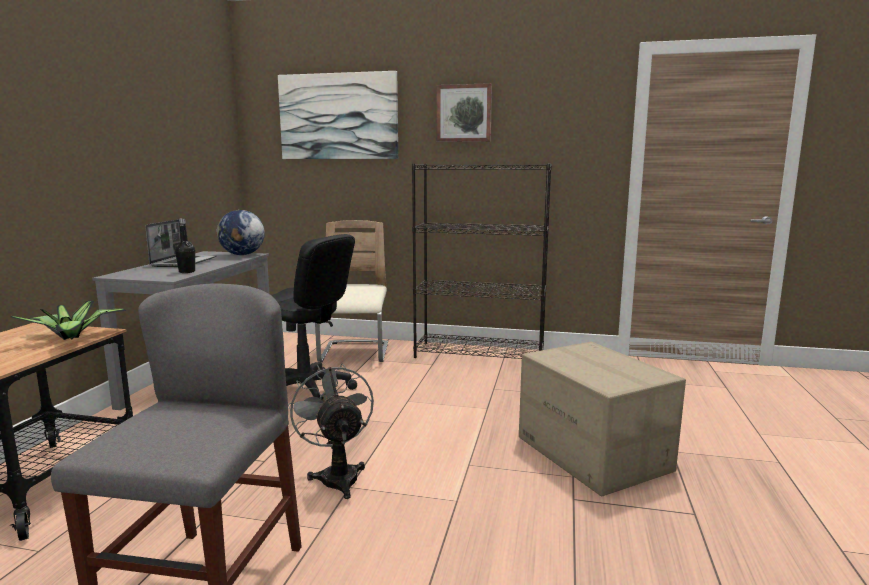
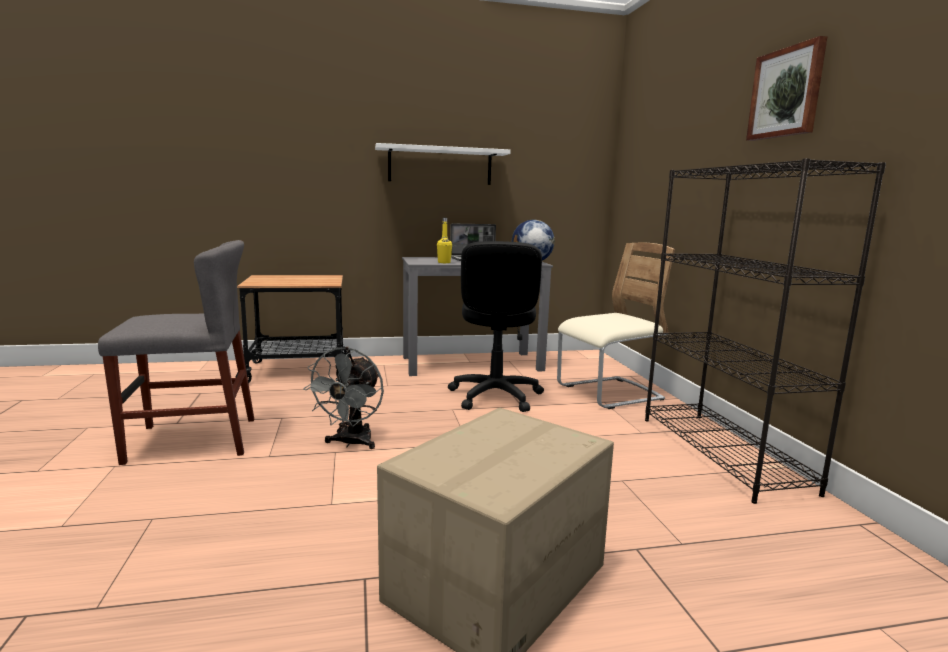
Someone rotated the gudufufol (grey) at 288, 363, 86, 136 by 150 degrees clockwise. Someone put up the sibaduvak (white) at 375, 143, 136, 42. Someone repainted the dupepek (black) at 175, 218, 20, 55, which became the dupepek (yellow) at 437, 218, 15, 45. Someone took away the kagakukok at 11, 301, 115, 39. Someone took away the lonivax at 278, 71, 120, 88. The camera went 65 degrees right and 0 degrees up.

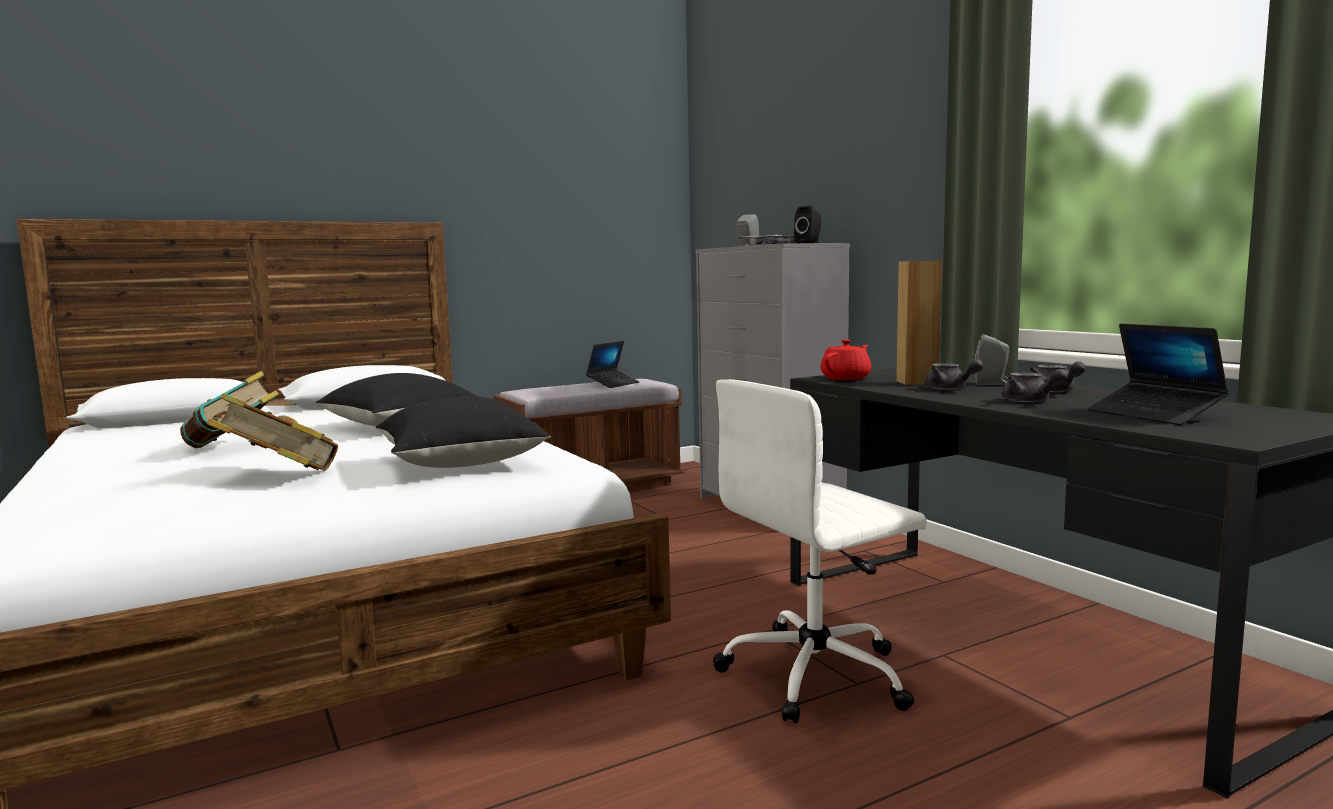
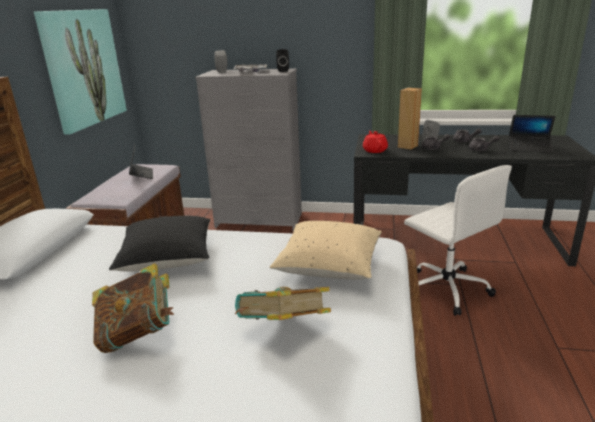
Someone put up the lonivax at 34, 9, 93, 126. Someone repainted the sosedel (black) at 376, 396, 175, 72, which became the sosedel (beige) at 270, 221, 112, 59. Someone rotated the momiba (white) at 713, 379, 214, 345 by 45 degrees counterclockwise. The camera went 50 degrees left and 15 degrees up.

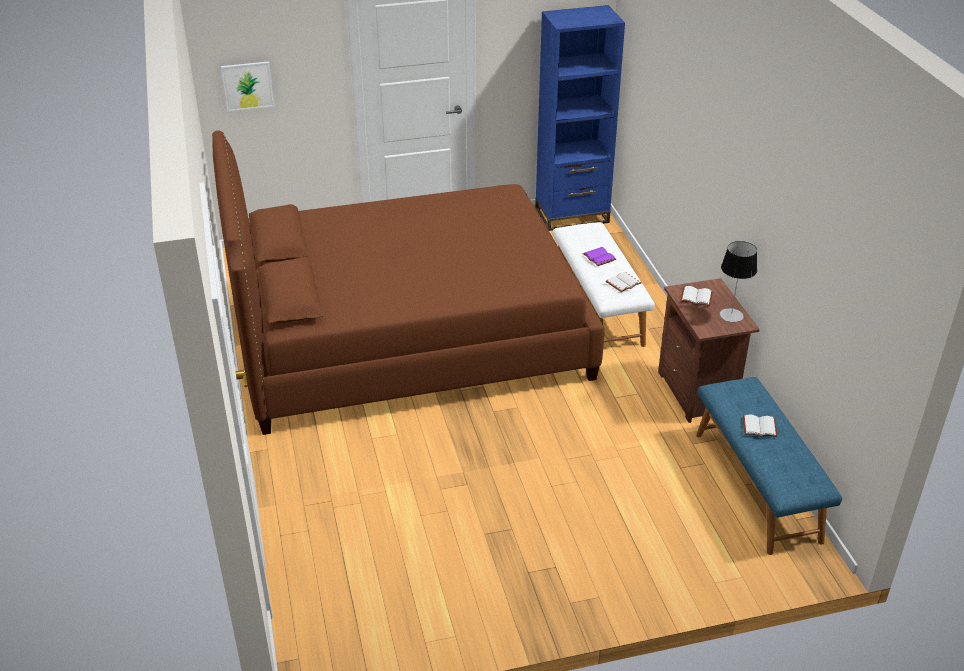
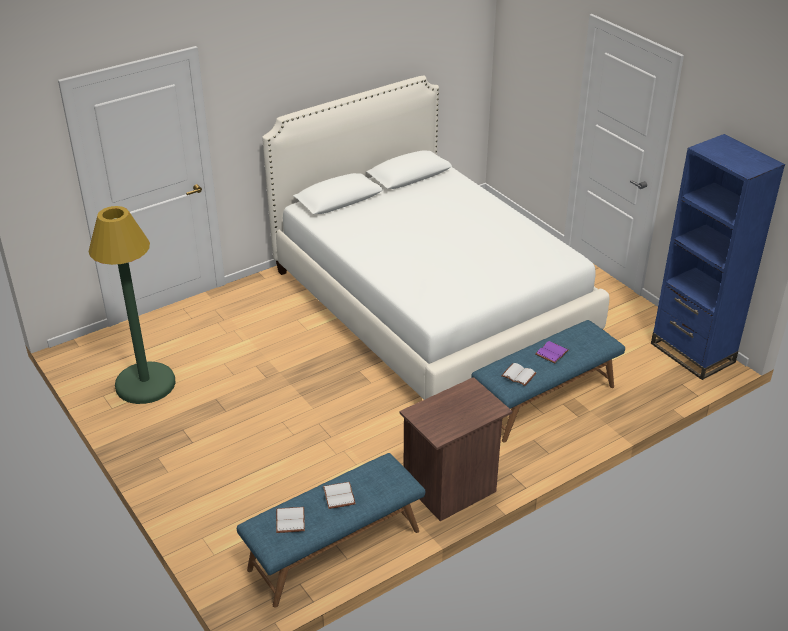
Someone put down the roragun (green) at 89, 206, 87, 198. Someone repainted the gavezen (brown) at 212, 130, 392, 305, which became the gavezen (white) at 262, 76, 347, 324. Someone carried the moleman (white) from 681, 286, 32, 20 to 276, 507, 29, 26. Someone repainted the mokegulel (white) at 552, 222, 103, 125, which became the mokegulel (blue) at 471, 320, 154, 123. Someone took away the lonivax at 221, 61, 53, 51. Someone took away the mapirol at 720, 241, 37, 81. The camera went 70 degrees right and 0 degrees up.

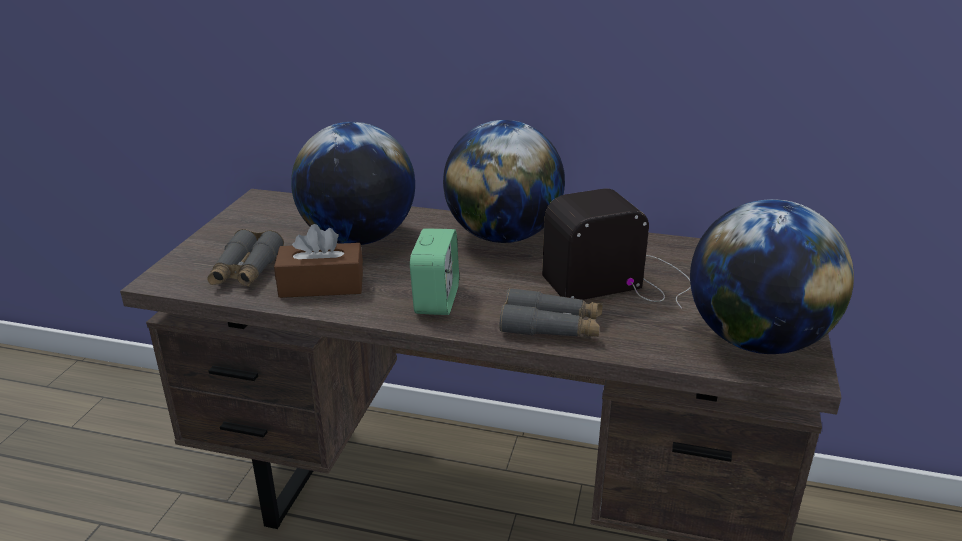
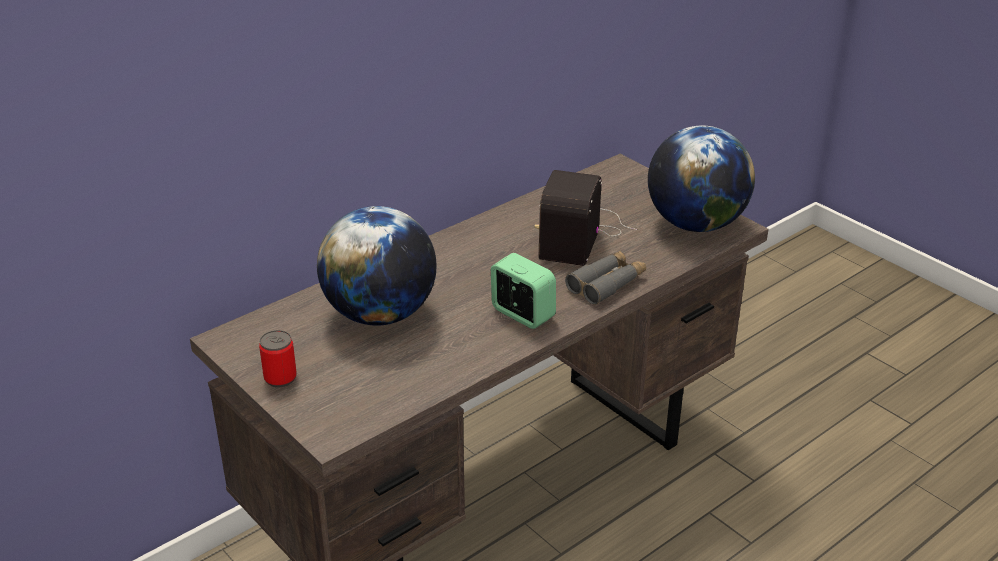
Someone put down the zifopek at 259, 330, 38, 57. Someone took away the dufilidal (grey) at 207, 229, 77, 58. Someone took away the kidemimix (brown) at 274, 224, 89, 74. Someone took away the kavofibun at 443, 120, 122, 123. The camera went 55 degrees left and 5 degrees up.

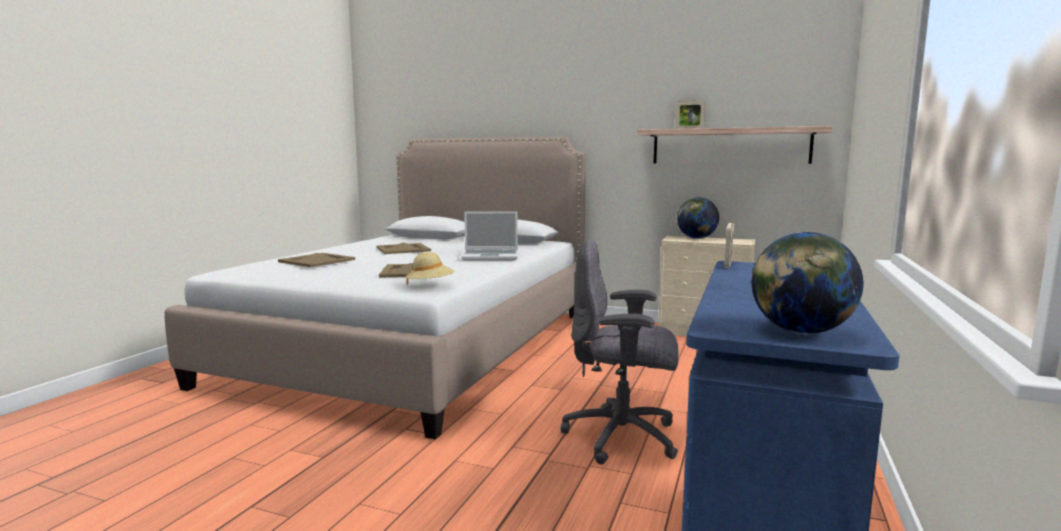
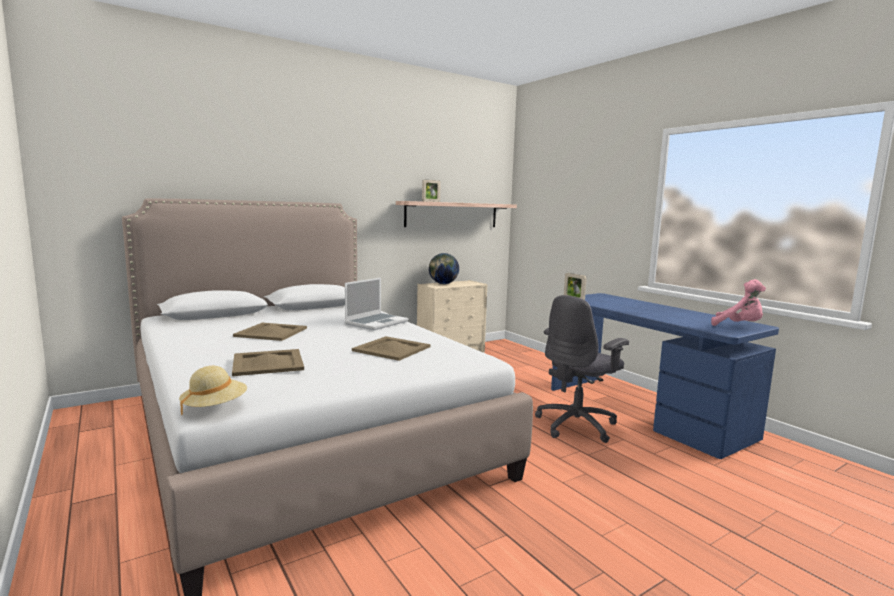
Someone carried the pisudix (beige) from 406, 252, 48, 33 to 179, 366, 68, 49. Someone swapped the kavofibun at 752, 232, 111, 103 for the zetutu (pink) at 711, 279, 55, 47. The camera went 55 degrees left and 0 degrees up.

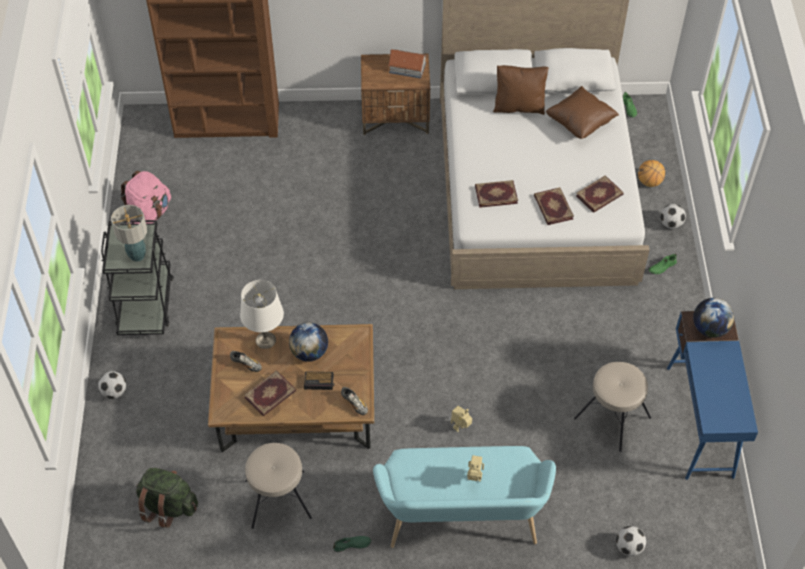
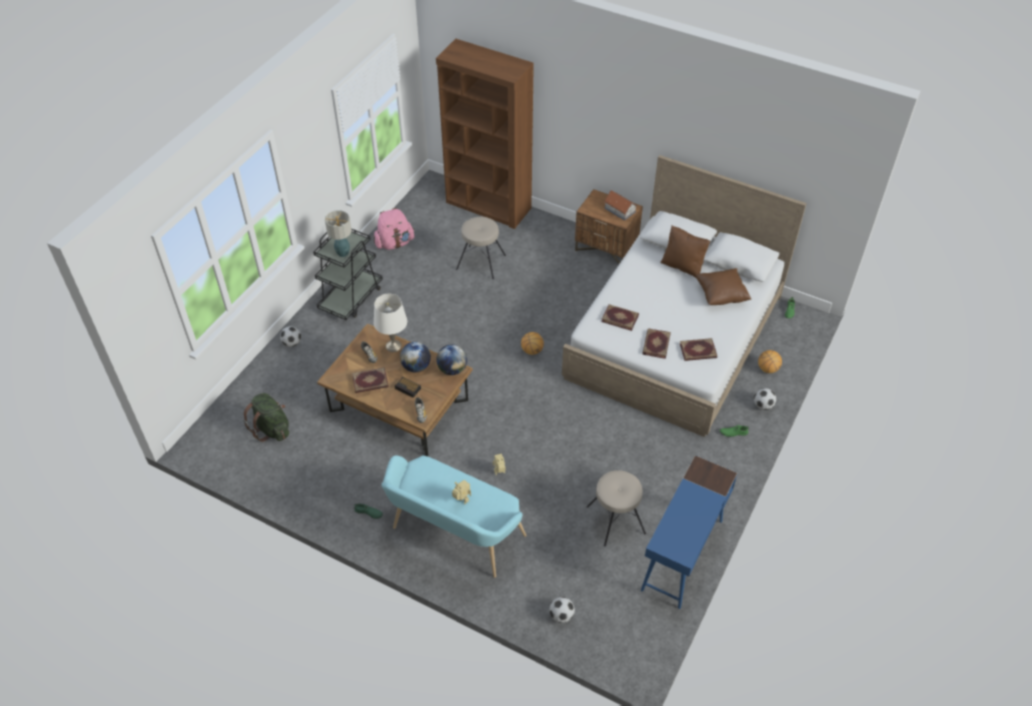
Someone carried the kavofibun from 693, 298, 41, 40 to 436, 344, 31, 31. Someone carried the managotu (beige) from 245, 443, 67, 86 to 456, 217, 50, 62. Someone put down the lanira at 521, 332, 23, 23. The camera went 30 degrees right and 5 degrees down.

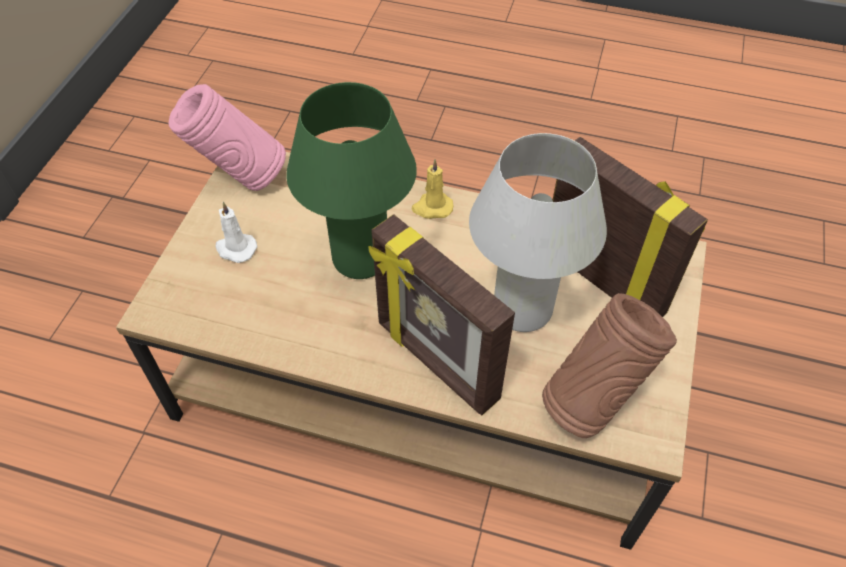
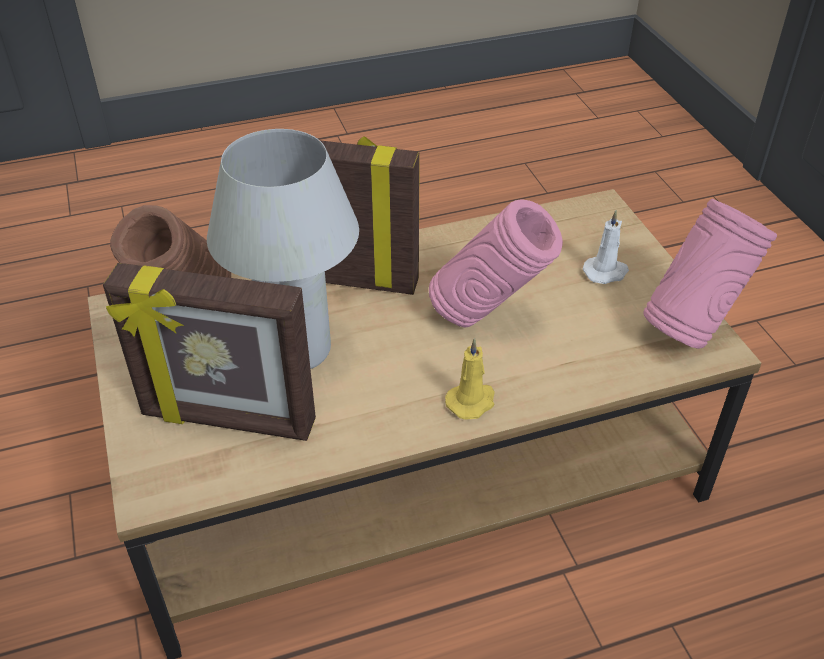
Someone swapped the mapirol (green) at 286, 82, 131, 197 for the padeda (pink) at 429, 199, 134, 128. The camera went 145 degrees right and 10 degrees down.

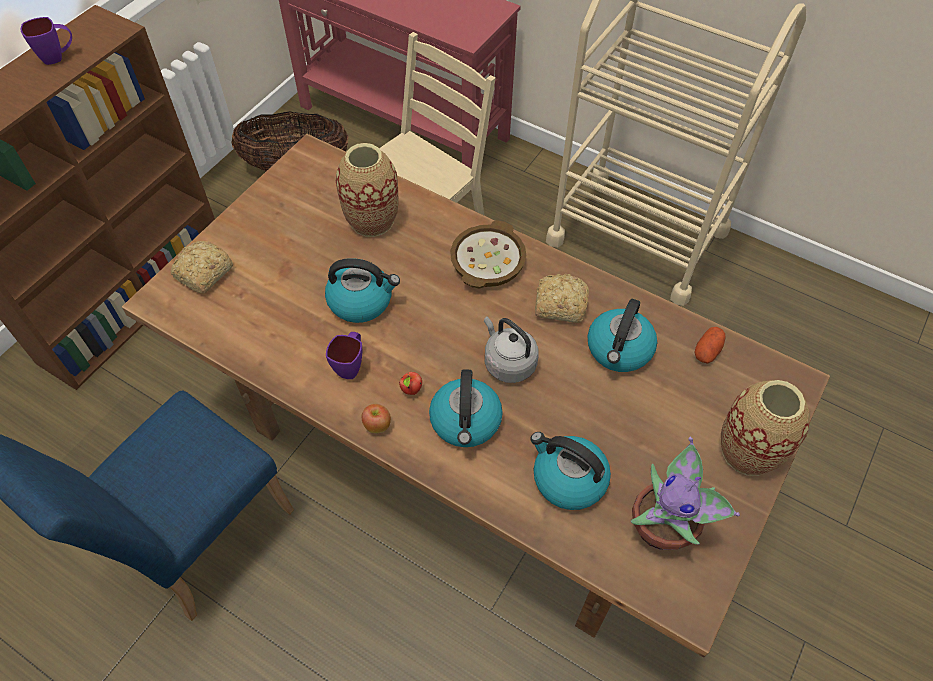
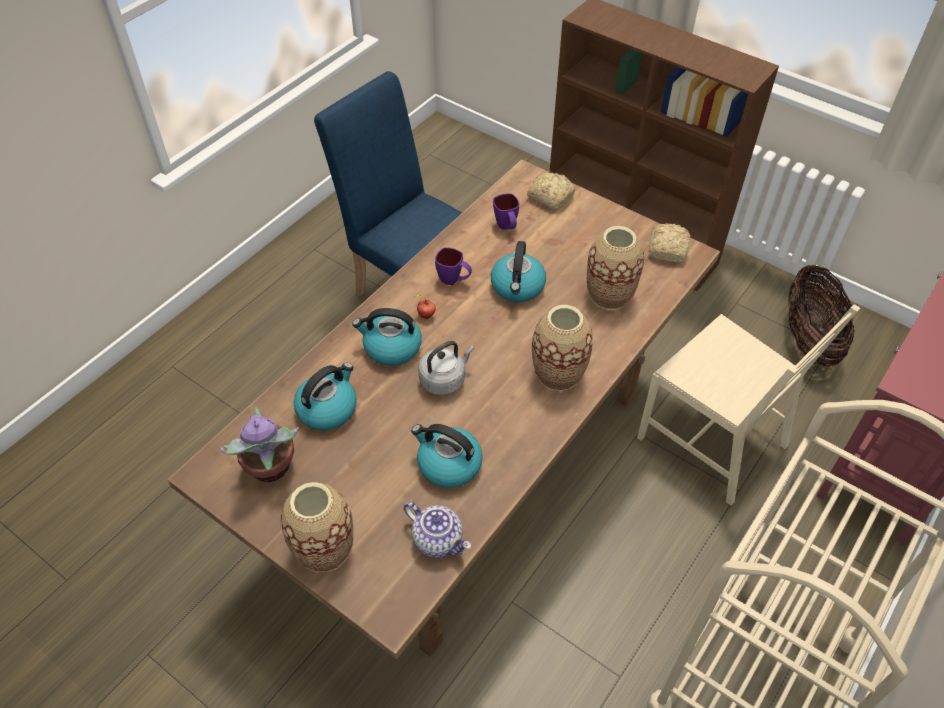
Someone swapped the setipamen at 695, 327, 30, 37 for the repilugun at 403, 502, 68, 56. Someone carried the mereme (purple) from 21, 17, 51, 48 to 493, 193, 26, 37. Someone swapped the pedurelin at 450, 220, 76, 69 for the padeda at 532, 305, 61, 86. Someone carried the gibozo from 535, 274, 54, 49 to 648, 224, 42, 39. Someone took away the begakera at 362, 404, 29, 30. The camera went 95 degrees right and 5 degrees down.

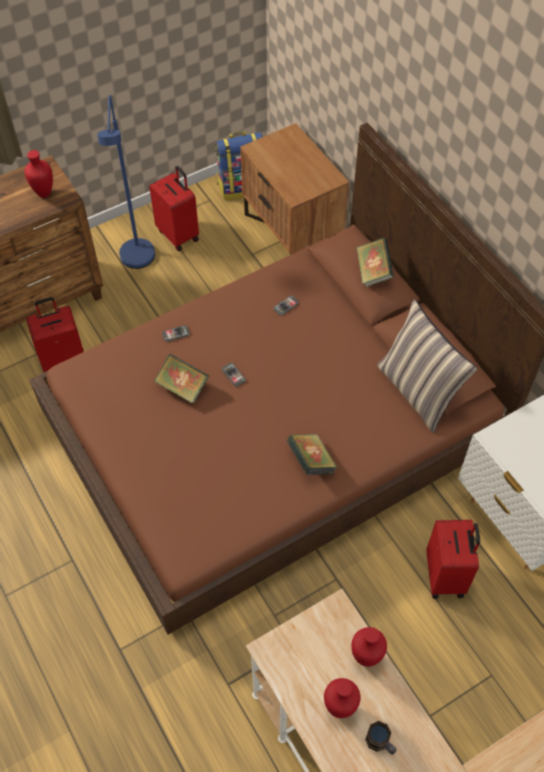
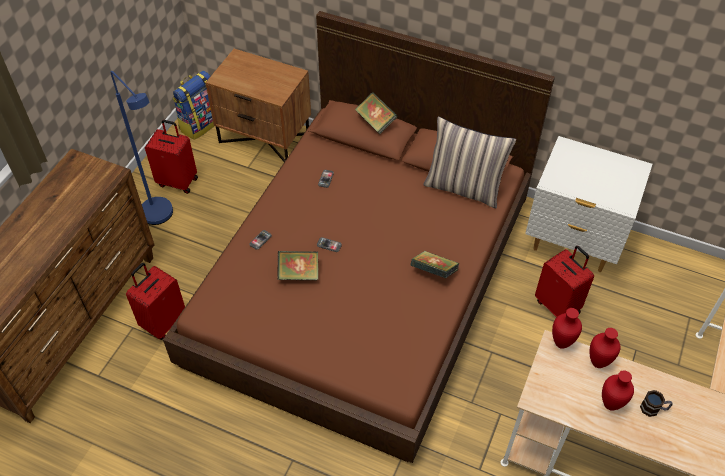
Someone carried the padeda (red) from 25, 150, 28, 48 to 552, 308, 30, 41. The camera went 35 degrees left and 5 degrees down.

